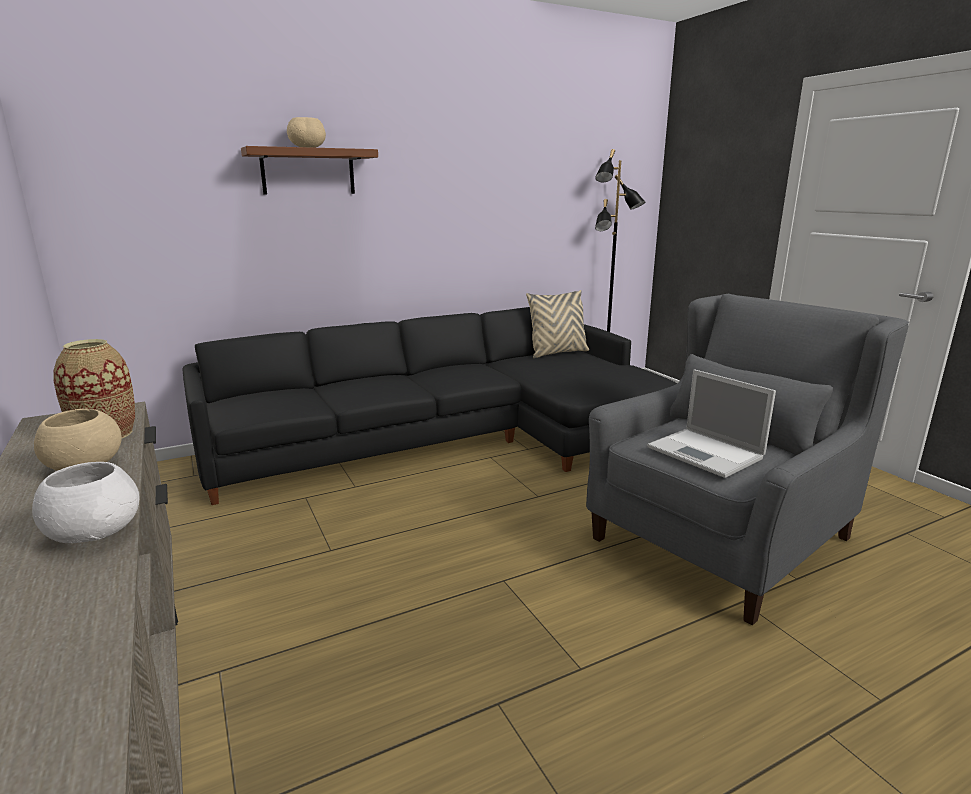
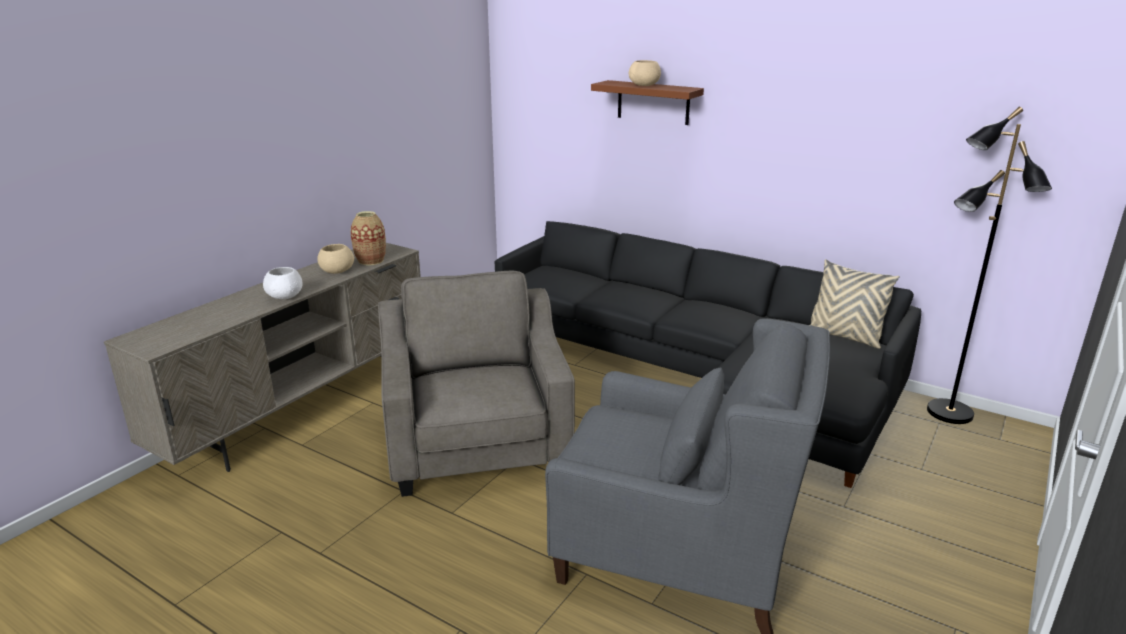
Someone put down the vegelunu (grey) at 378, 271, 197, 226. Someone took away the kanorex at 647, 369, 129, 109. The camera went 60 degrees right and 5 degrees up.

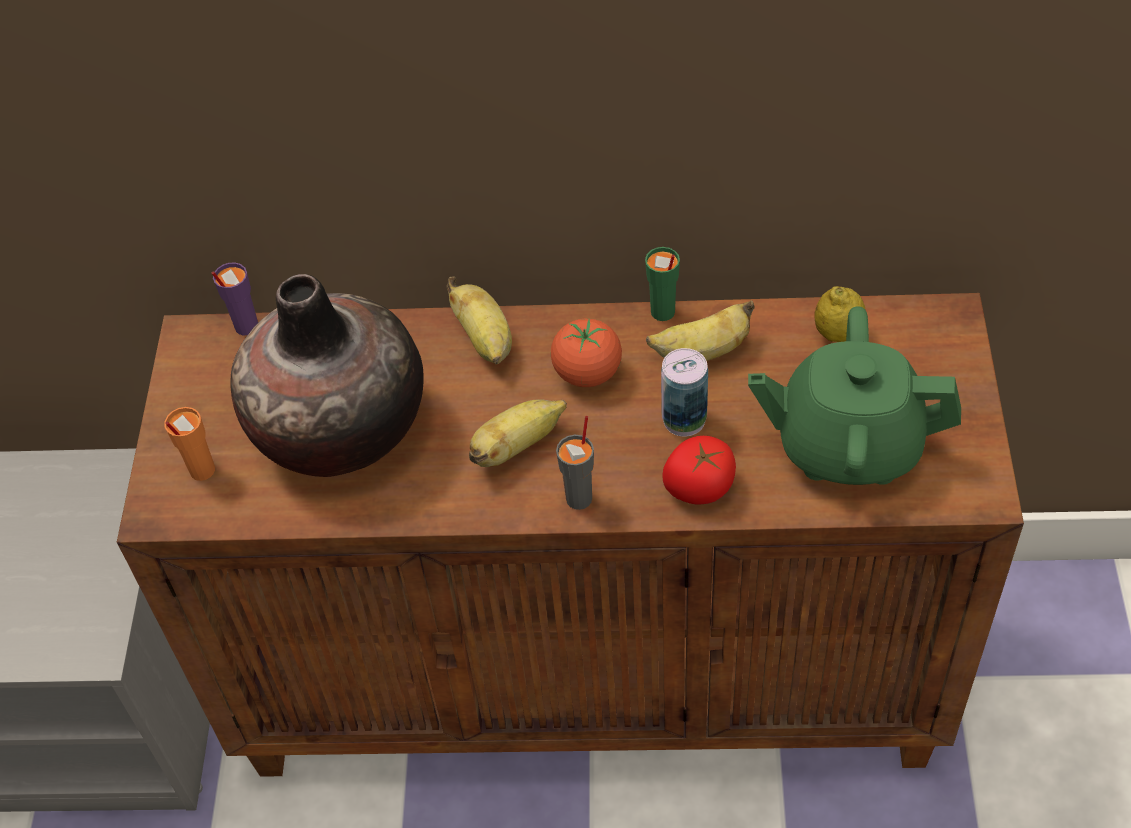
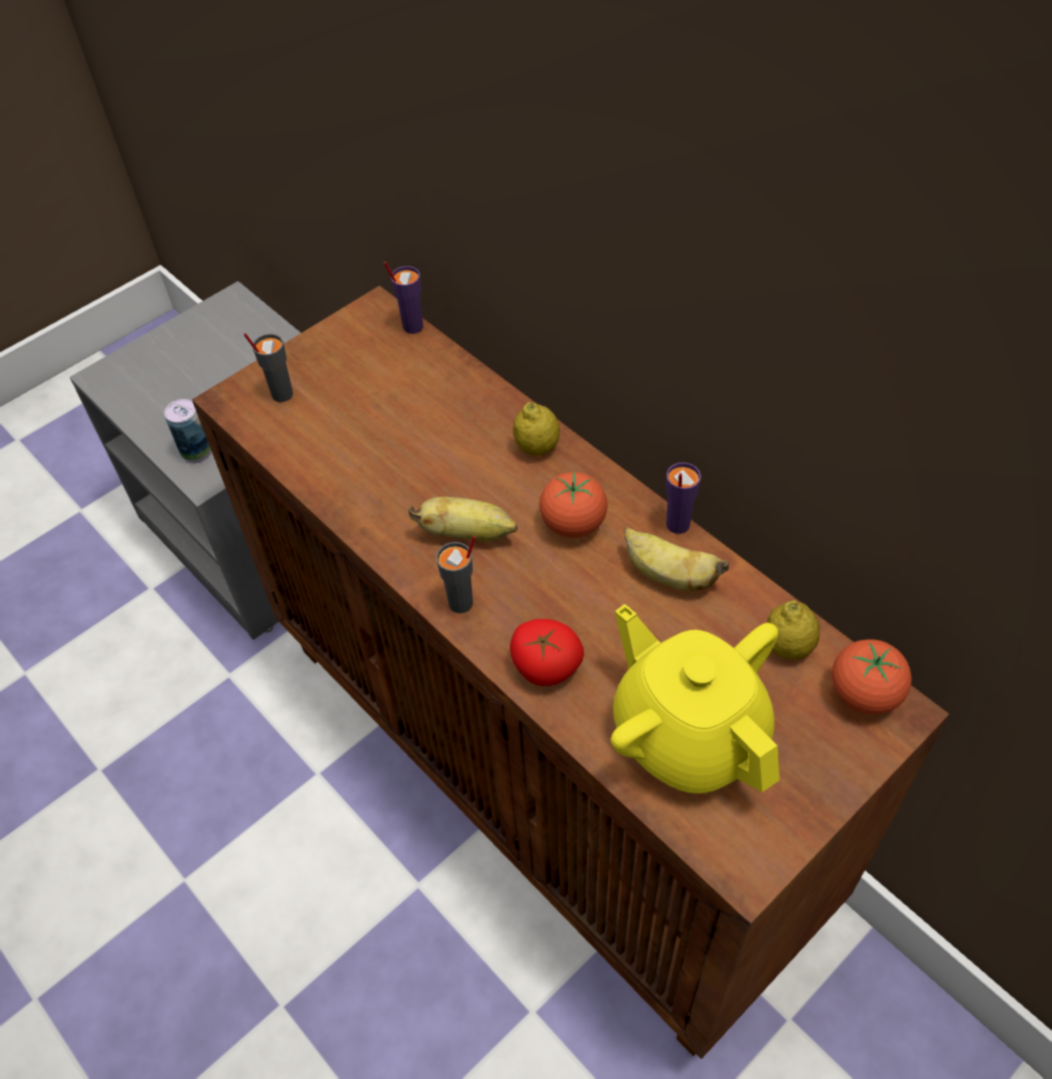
Someone carried the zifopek from 661, 348, 47, 89 to 164, 399, 48, 65. Someone repainted the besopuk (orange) at 164, 407, 51, 74, which became the besopuk (grey) at 243, 333, 50, 69. Someone swapped the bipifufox at 446, 276, 66, 89 for the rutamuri at 513, 402, 47, 53. Someone repainted the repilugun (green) at 748, 306, 213, 179, which became the repilugun (yellow) at 611, 604, 169, 190. Someone repainted the besopuk (green) at 645, 247, 35, 74, which became the besopuk (purple) at 666, 462, 35, 72. Someone put down the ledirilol at 832, 639, 80, 76. Someone took away the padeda at 231, 274, 192, 203. The camera went 45 degrees right and 0 degrees up.

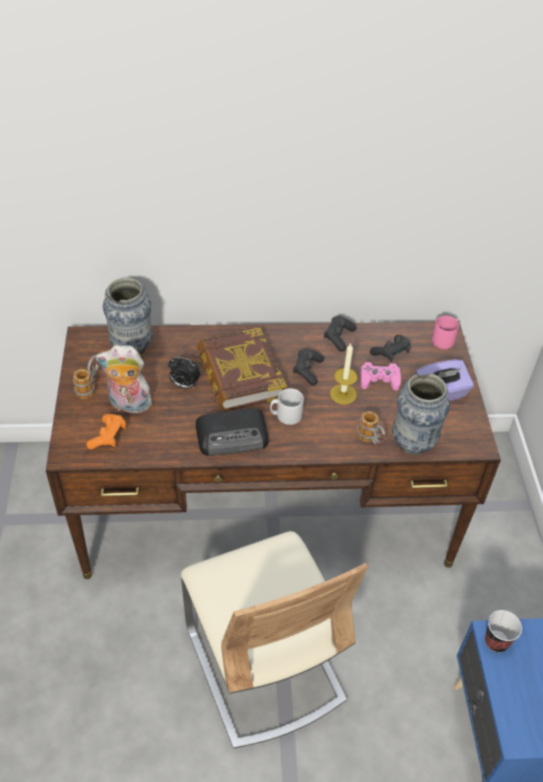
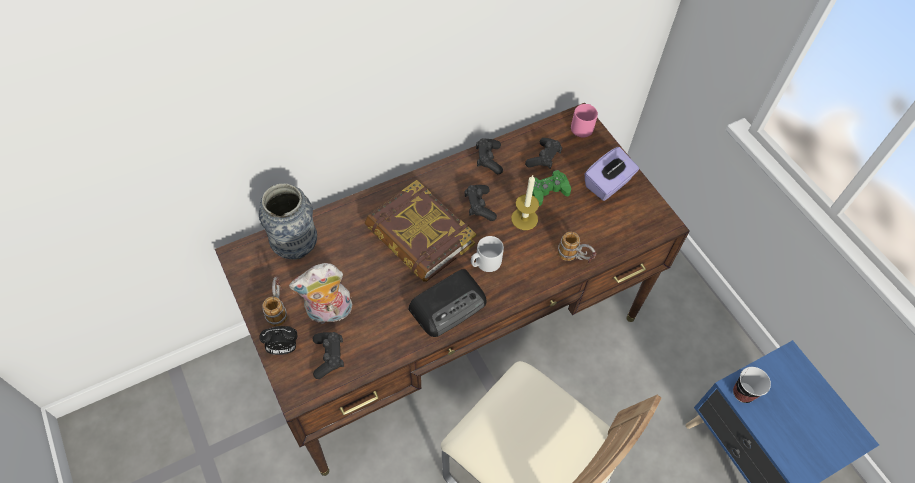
Someone carried the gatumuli from 168, 357, 32, 32 to 259, 326, 38, 29. Someone repainted the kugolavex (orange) at 86, 414, 40, 36, which became the kugolavex (black) at 313, 332, 31, 47. Someone repainted the kugolavex (pink) at 361, 362, 40, 29, which became the kugolavex (green) at 532, 170, 39, 36. Someone took away the padeda at 392, 373, 58, 82. The camera went 25 degrees left and 10 degrees up.

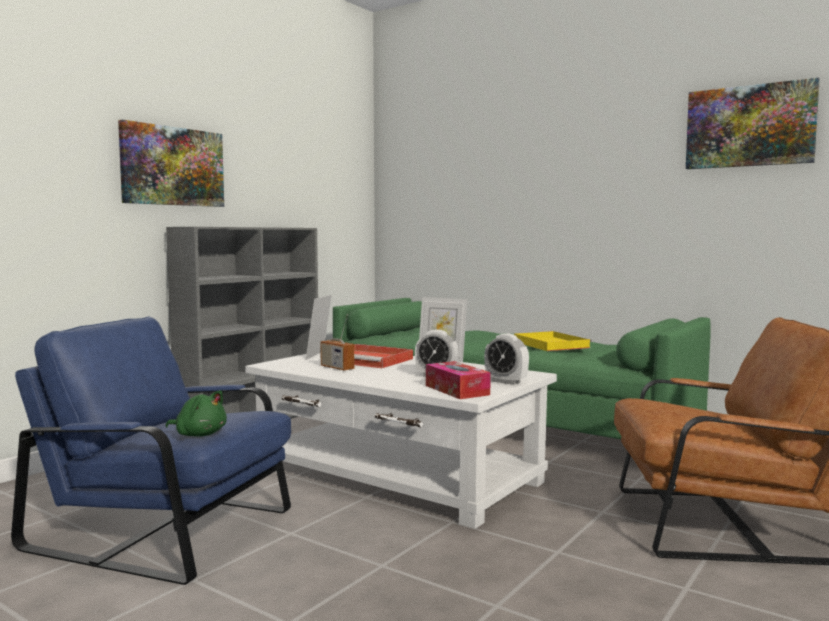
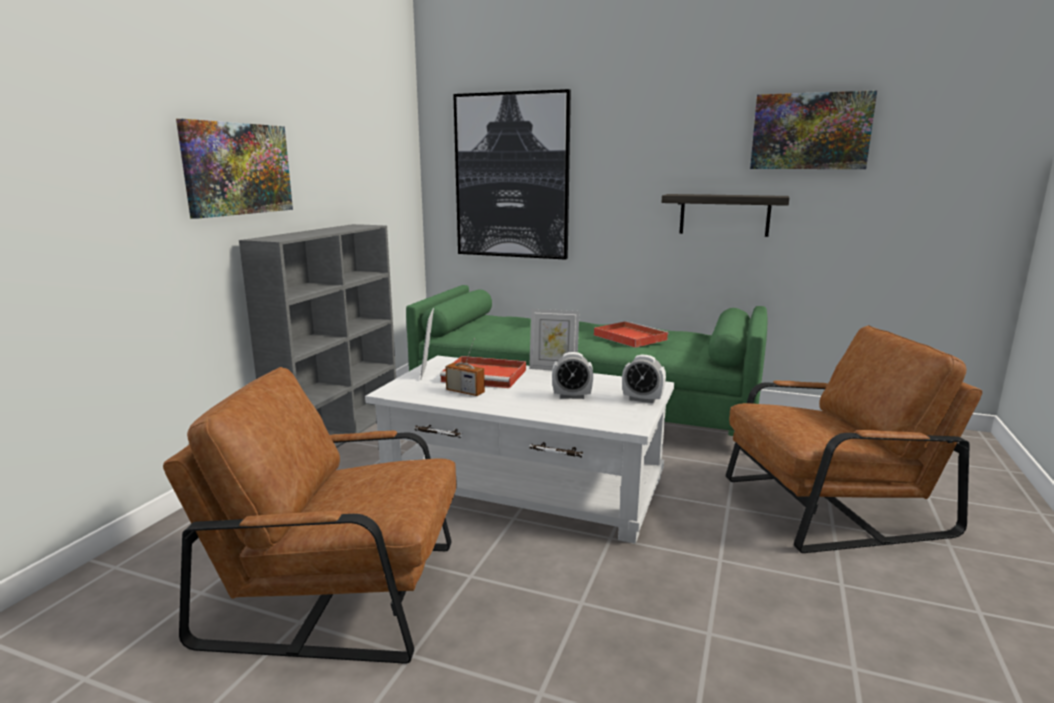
Someone repainted the vegelunu (blue) at 11, 316, 280, 269, which became the vegelunu (brown) at 163, 367, 294, 297. Someone put up the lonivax at 453, 89, 118, 171. Someone repainted the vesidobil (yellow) at 514, 331, 78, 20, which became the vesidobil (red) at 594, 321, 75, 27. Someone put up the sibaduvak at 662, 194, 127, 43. Someone took away the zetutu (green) at 166, 390, 61, 47. Someone took away the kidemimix at 426, 361, 65, 38. The camera went 15 degrees left and 10 degrees up.

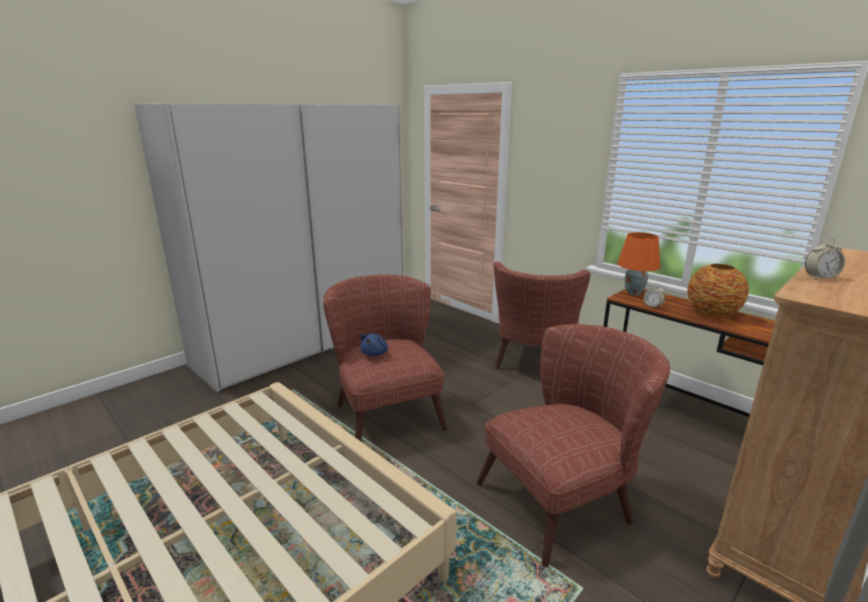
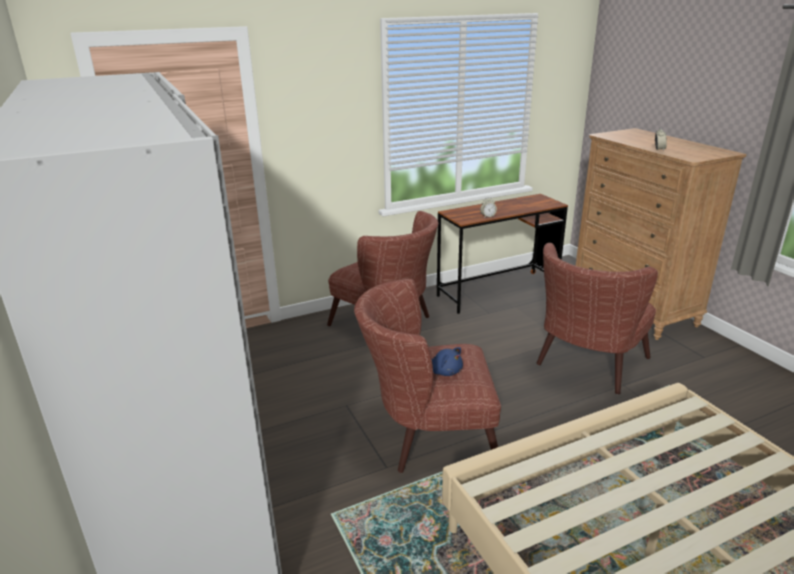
Someone rotated the vegelunu (brown) at 476, 324, 194, 243 by 135 degrees counterclockwise. Someone took away the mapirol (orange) at 617, 232, 43, 63. Someone took away the padeda at 687, 264, 62, 53. The camera went 70 degrees left and 5 degrees up.

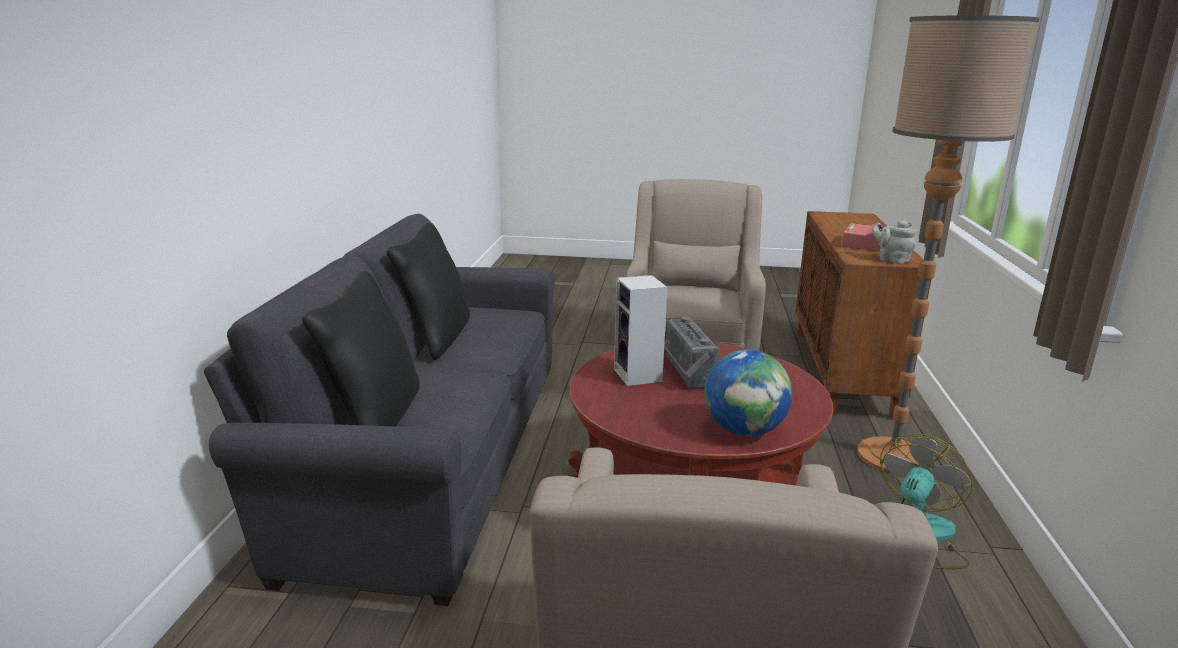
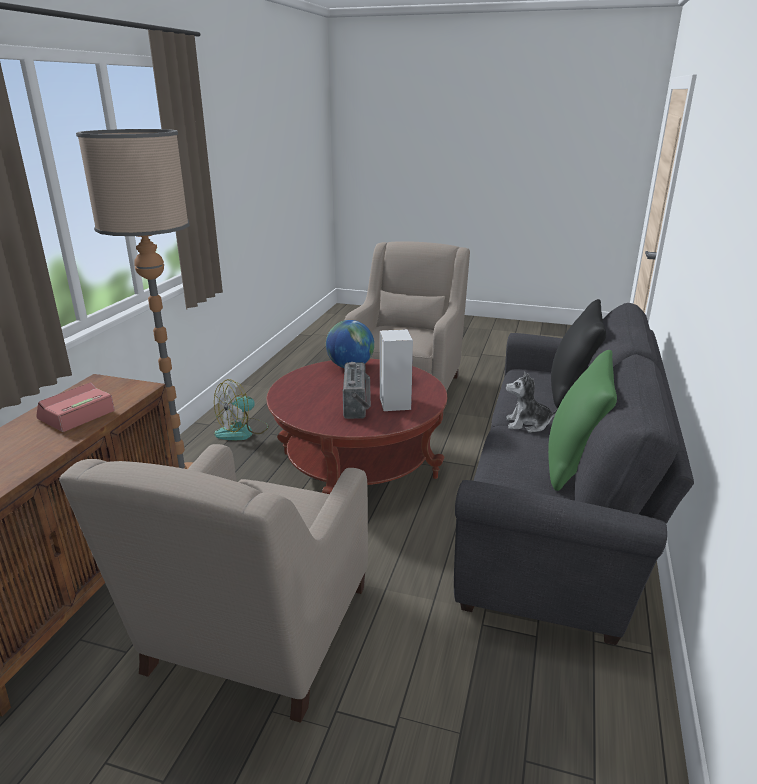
Someone put down the zetutu at 506, 372, 51, 61. Someone repainted the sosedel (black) at 387, 223, 83, 137, which became the sosedel (green) at 548, 350, 69, 141. Someone took away the repilugun (grey) at 872, 220, 44, 44. The camera went 170 degrees left and 5 degrees up.

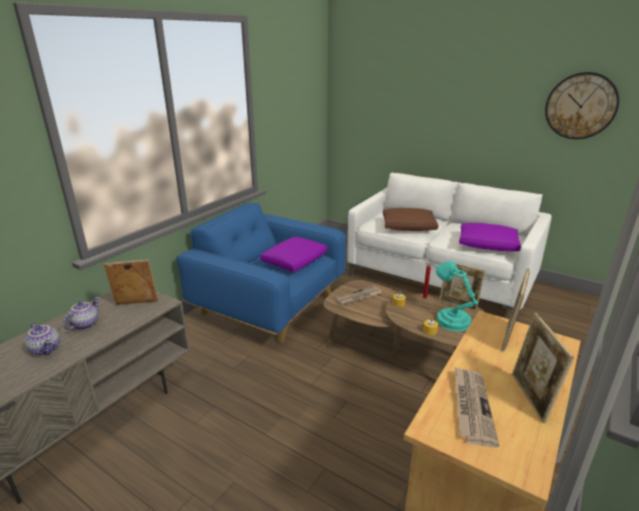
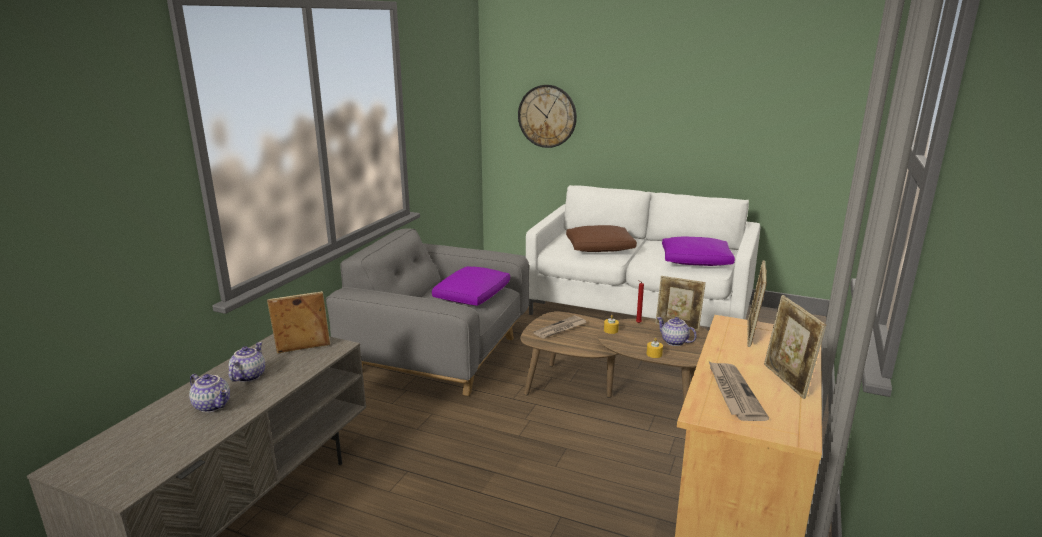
Someone repainted the vegelunu (blue) at 177, 203, 169, 140, which became the vegelunu (grey) at 326, 228, 203, 168. Someone carried the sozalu from 545, 72, 74, 67 to 518, 85, 59, 63. Someone swapped the mapirol (turquoise) at 436, 261, 42, 71 for the repilugun at 657, 317, 40, 29. The camera went 10 degrees left and 5 degrees down.

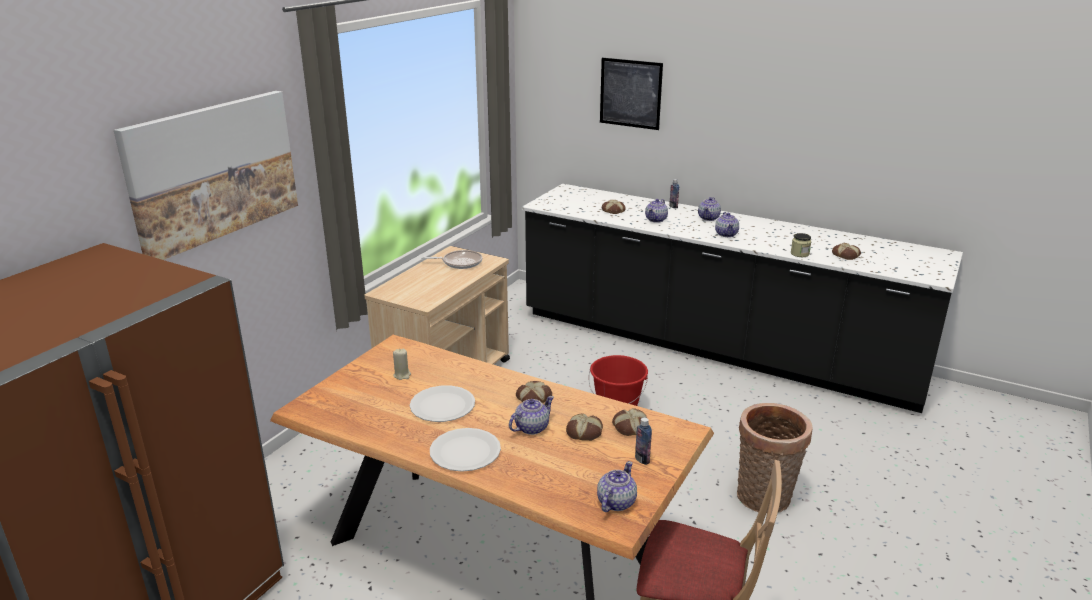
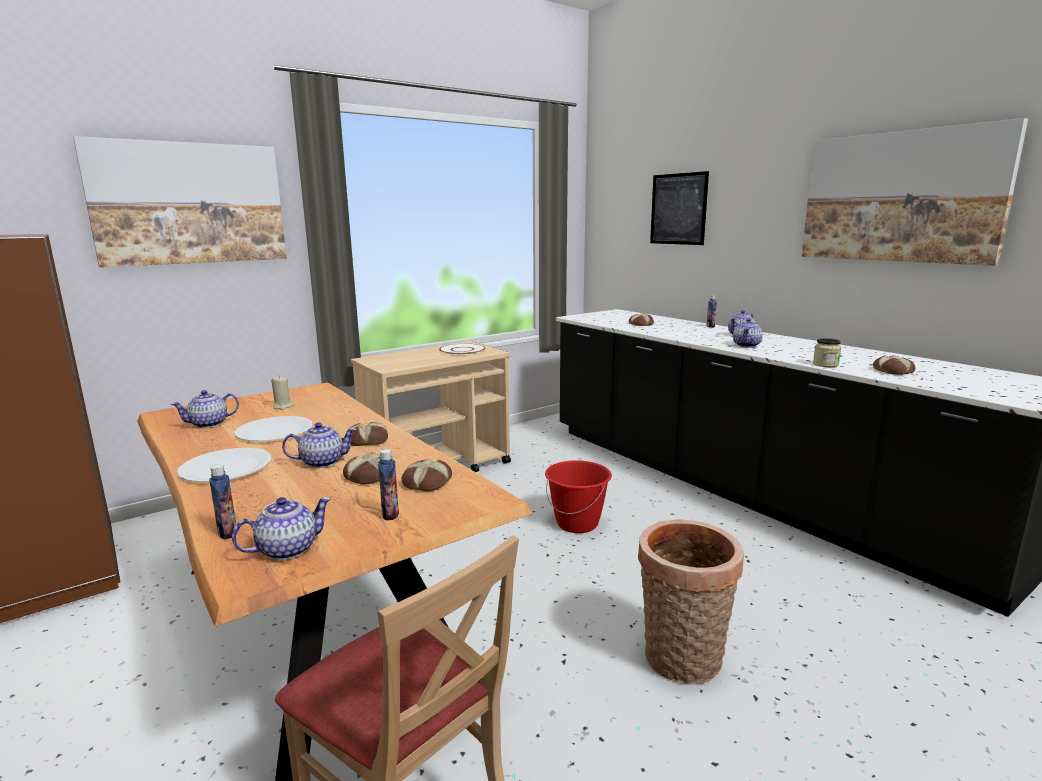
Someone carried the repilugun from 645, 199, 23, 24 to 171, 390, 68, 38. Someone put down the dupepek at 209, 464, 27, 76. Someone swapped the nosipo at 421, 250, 61, 19 for the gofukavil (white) at 439, 344, 46, 11. Someone put up the lonivax at 802, 118, 226, 148. The camera went 25 degrees right and 10 degrees down.

